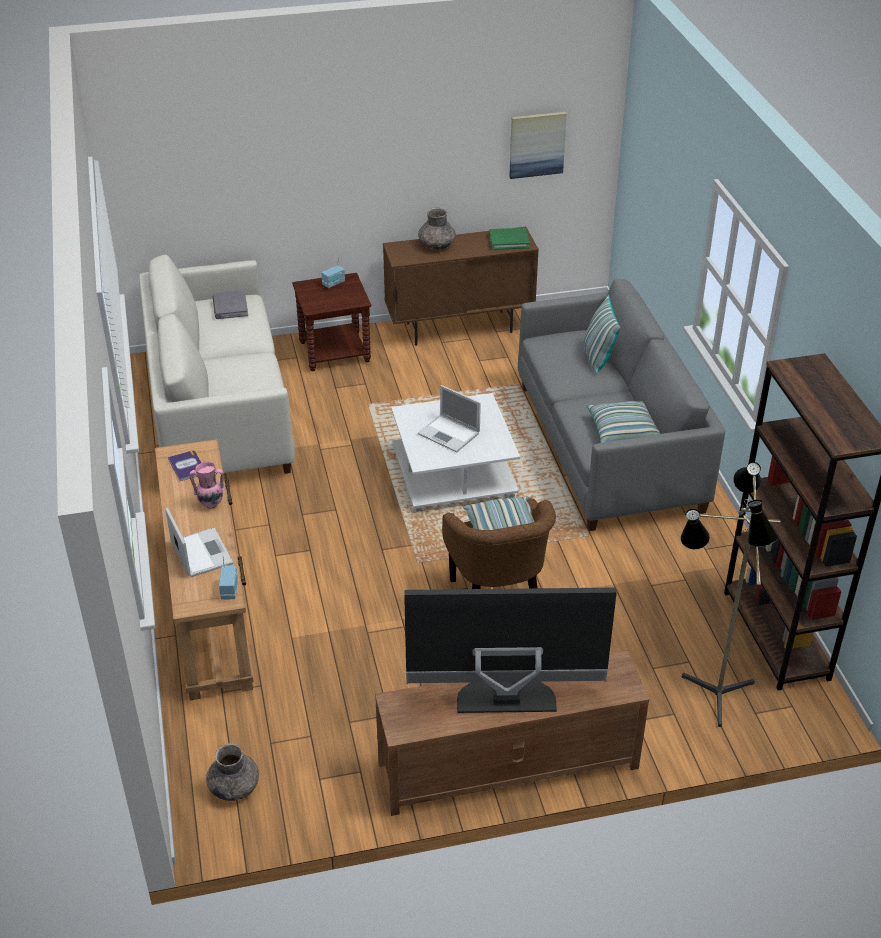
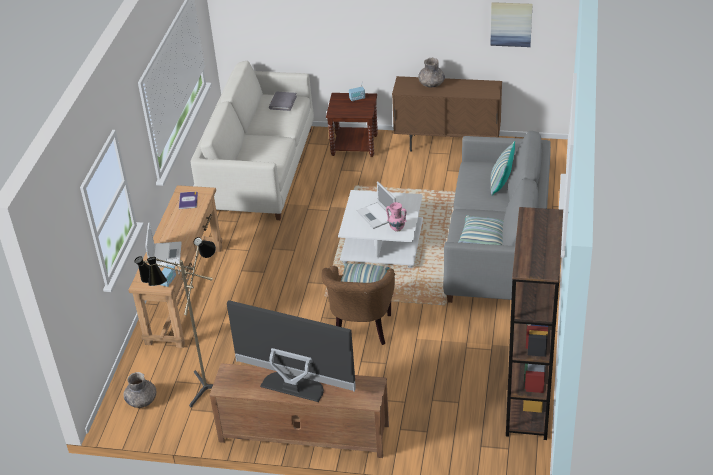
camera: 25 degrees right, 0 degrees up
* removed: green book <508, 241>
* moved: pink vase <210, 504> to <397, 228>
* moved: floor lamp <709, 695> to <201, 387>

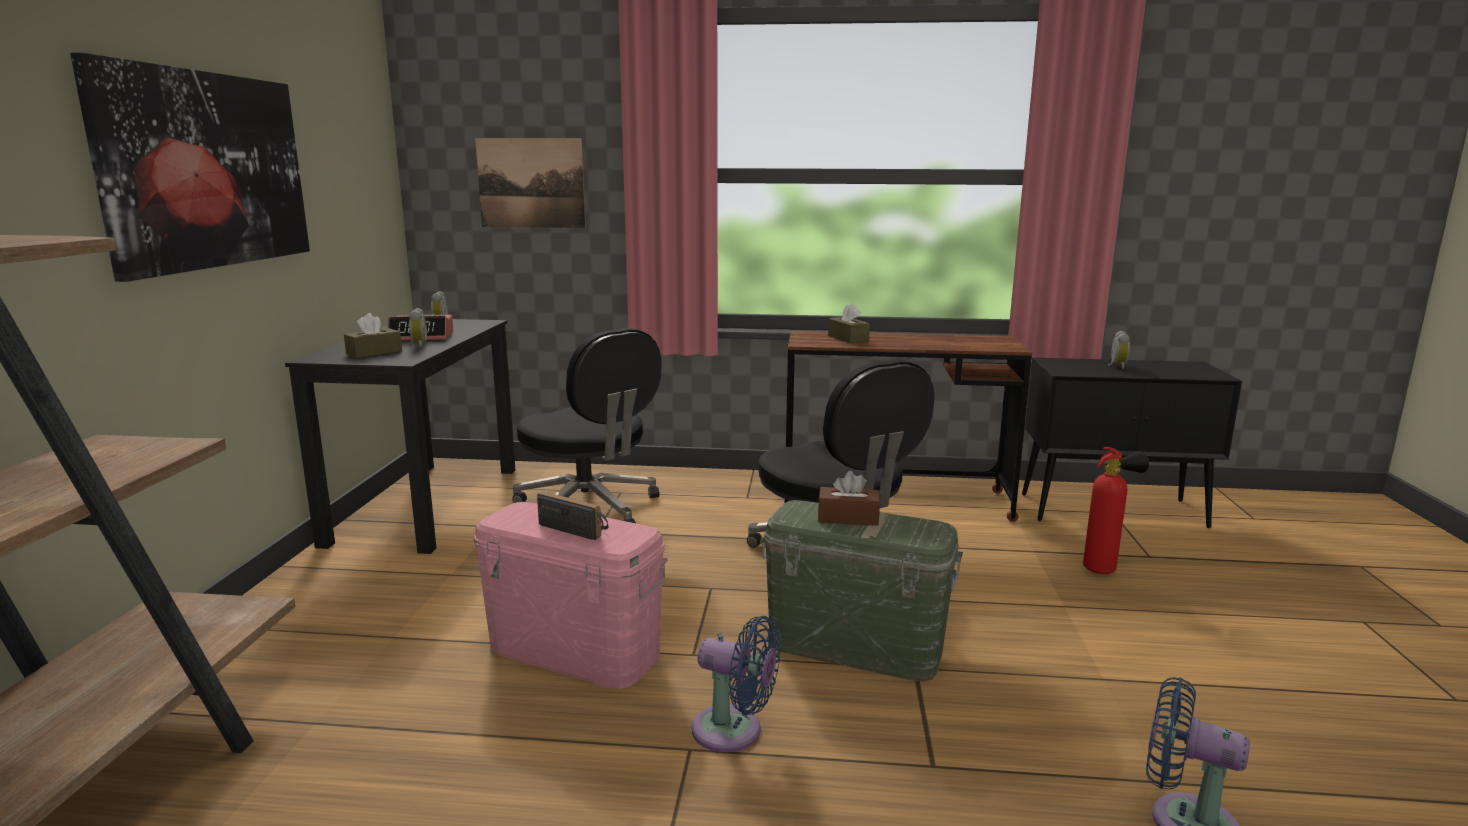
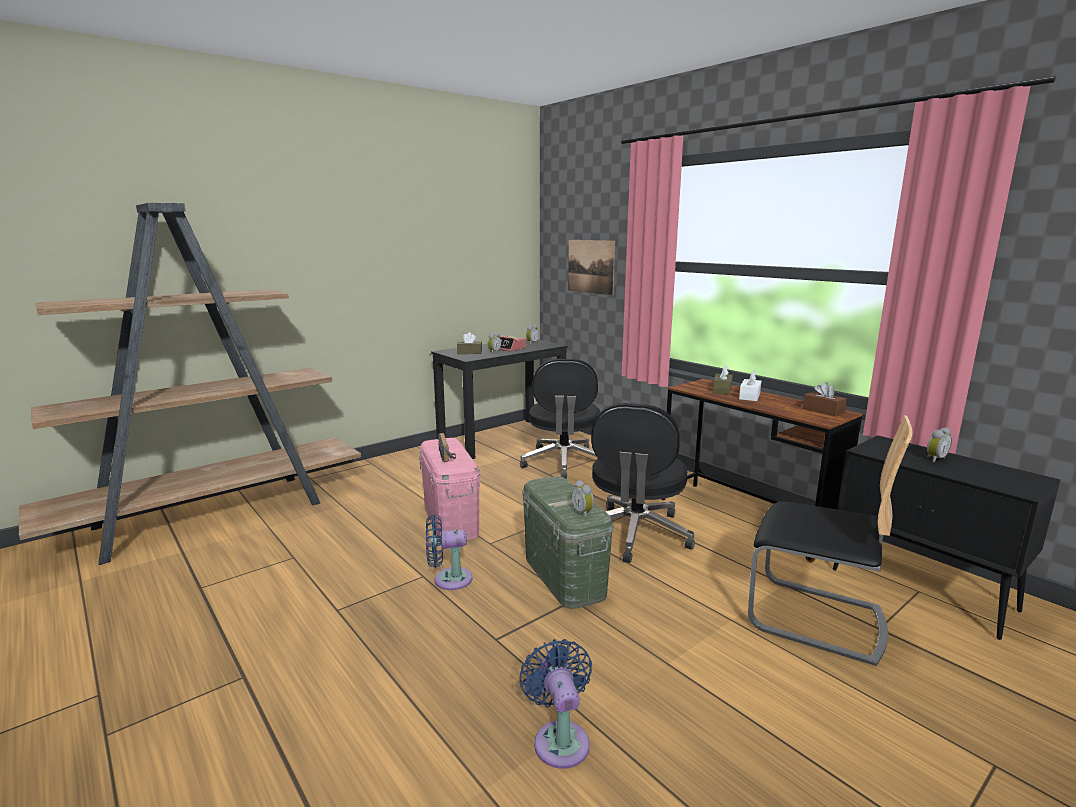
camera: 45 degrees right, 0 degrees up
* removed: picture <206, 170>
* added: alarm clock <583, 513>
* added: white tissue box <749, 396>
* moved: brown tissue box <848, 518> to <823, 410>
* replaced: fire extinguisher <1105, 570> to chair <815, 618>
* turned: blue fan <734, 732> = <448, 579> 105 degrees clockwise

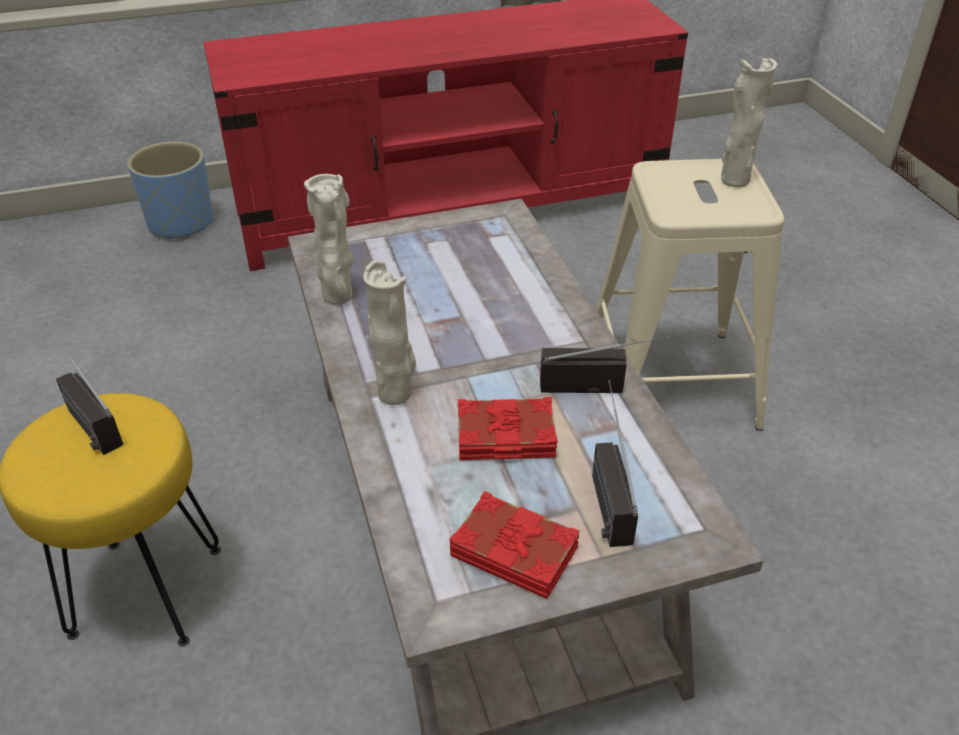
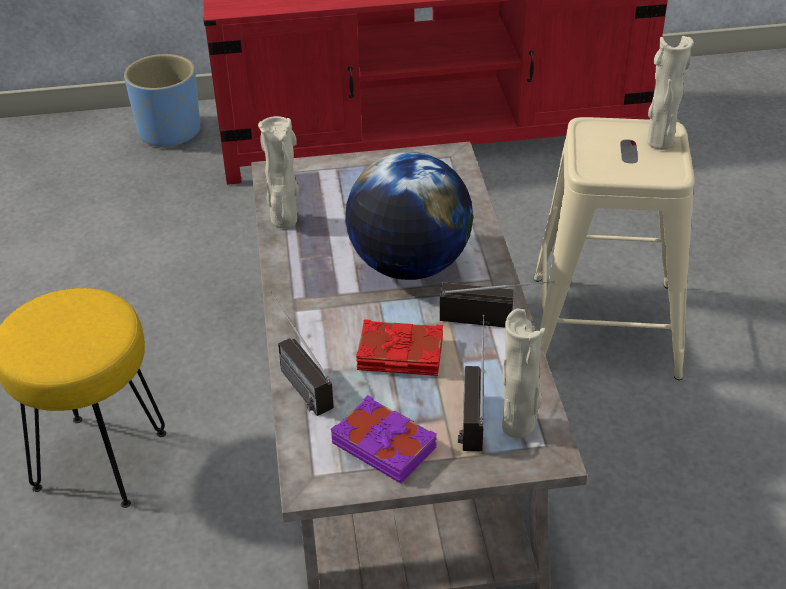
camera: 10 degrees right, 0 degrees up
* added: globe <409, 265>
* moved: radio <83, 416> to <294, 378>
* moved: beige vase <396, 393> to <519, 426>
* recoloured: red book <514, 550> to purple book <384, 445>

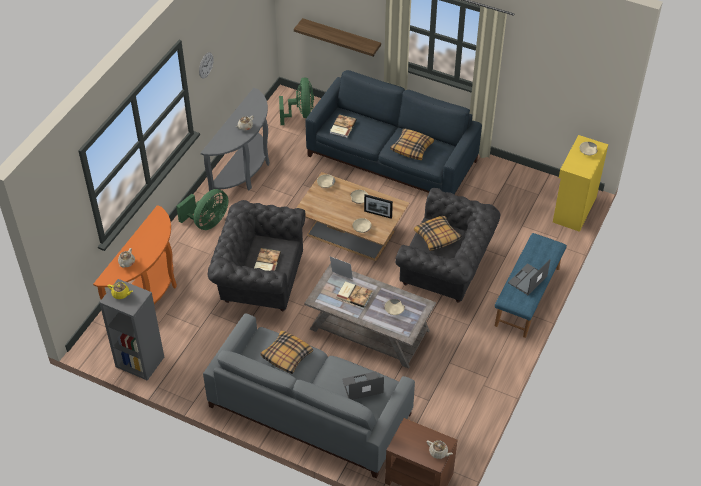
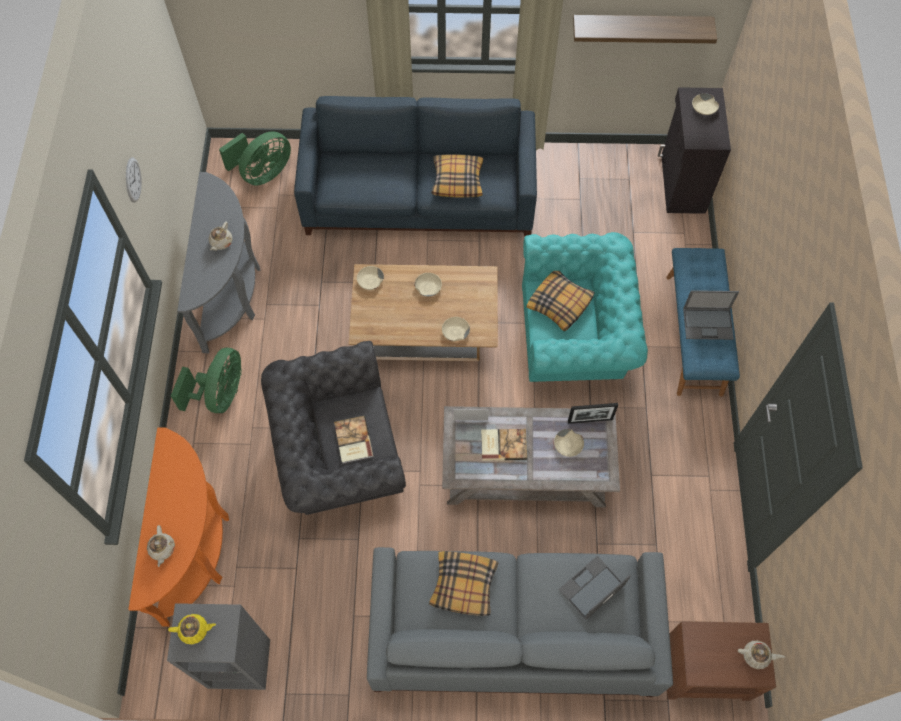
camera: 25 degrees left, 15 degrees up
* removed: book <342, 127>
* moved: shelf <341, 38> to <641, 27>
* moved: picture frame <378, 214> to <590, 420>
* recoloured: grey armchair <446, 269> to turquoise armchair <575, 336>
* recoloured: yellow cabinet <573, 209> to black cabinet <681, 184>
* turned: green fan <300, 114> = <263, 173> 75 degrees clockwise
* turned: laptop <527, 280> = <708, 323> 105 degrees counterclockwise

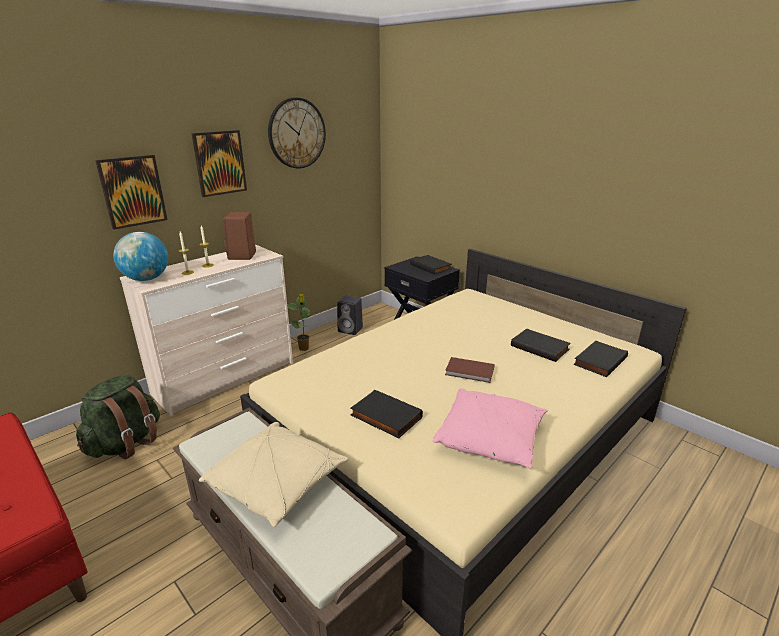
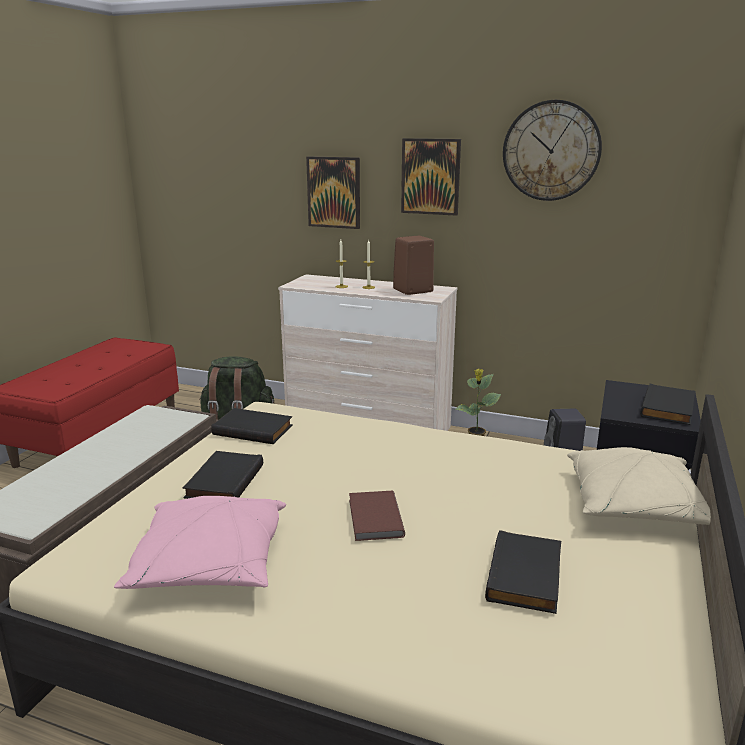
camera: 65 degrees right, 5 degrees down
* removed: globe <146, 279>
* moved: beige pillow <278, 483> to <634, 506>
* moved: black book <599, 361> to <254, 429>

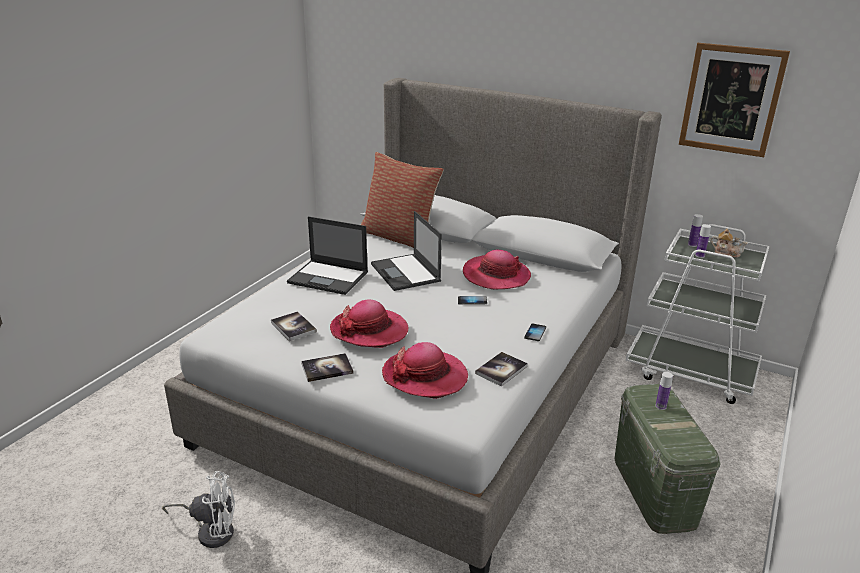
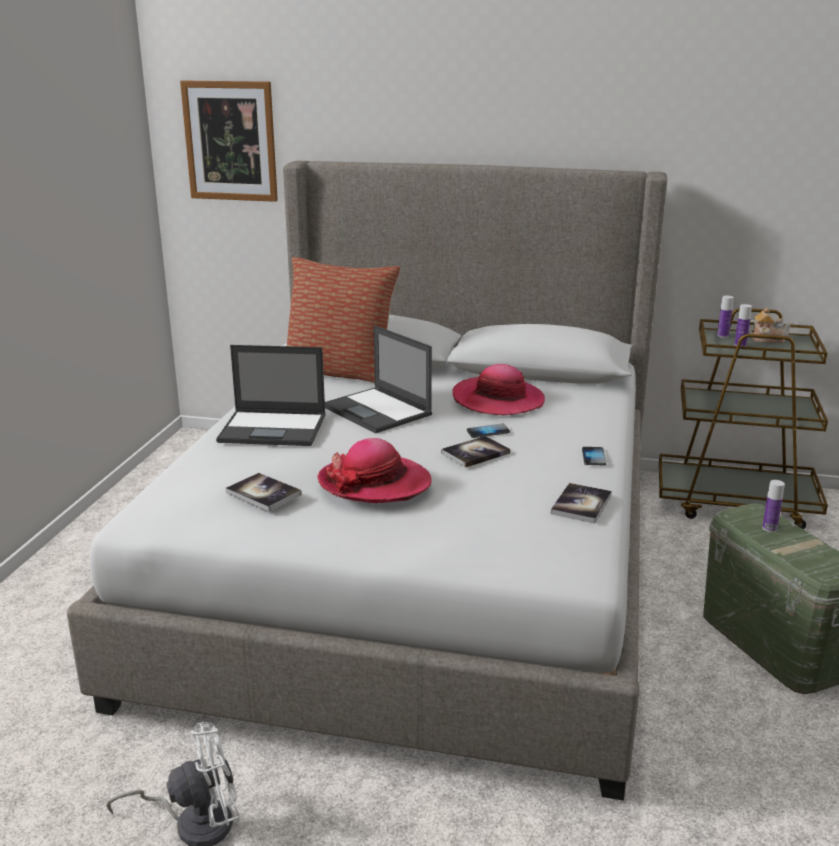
camera: 15 degrees left, 5 degrees down
* removed: hat <425, 376>
* moved: book <327, 368> to <475, 453>
* moved: picture <731, 100> to <230, 141>
* recoloured: white cart <691, 373> to brown cart <736, 503>

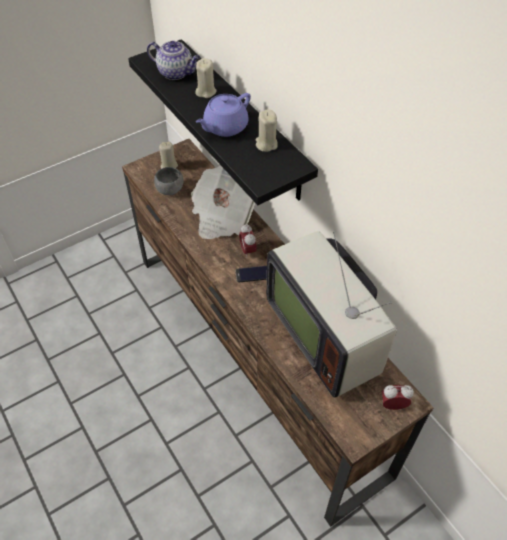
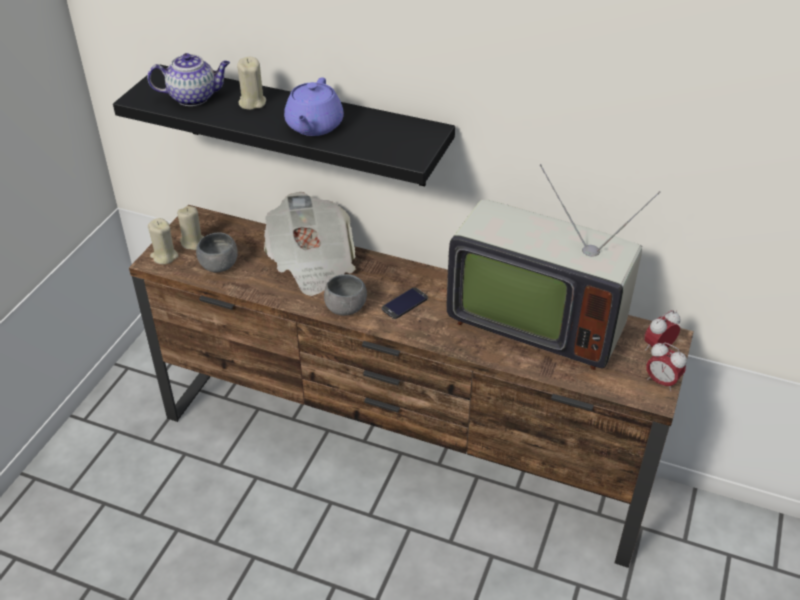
camera: 35 degrees left, 10 degrees down
* added: grey bowl <346, 308>
* moved: alarm clock <247, 251> to <661, 382>
* moved: beige candle <266, 144> to <164, 256>

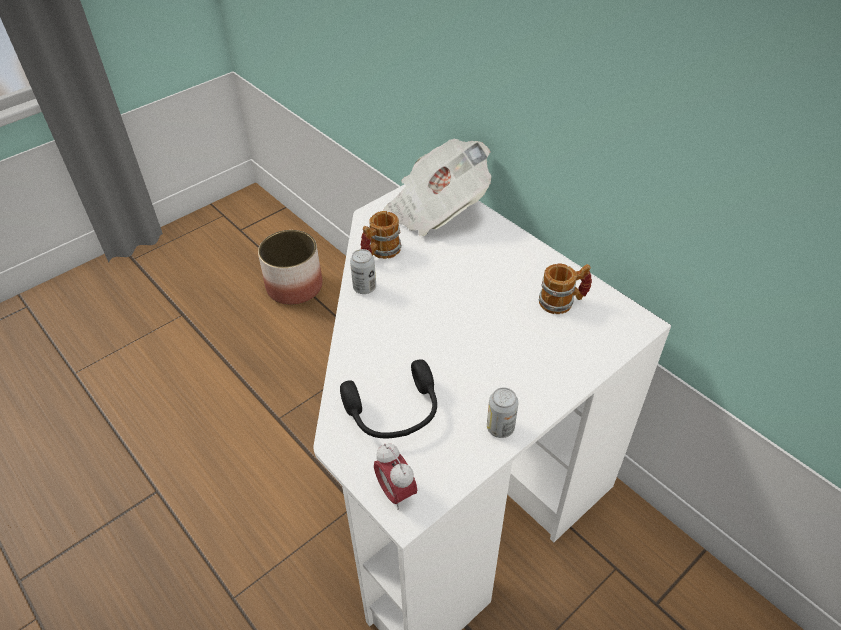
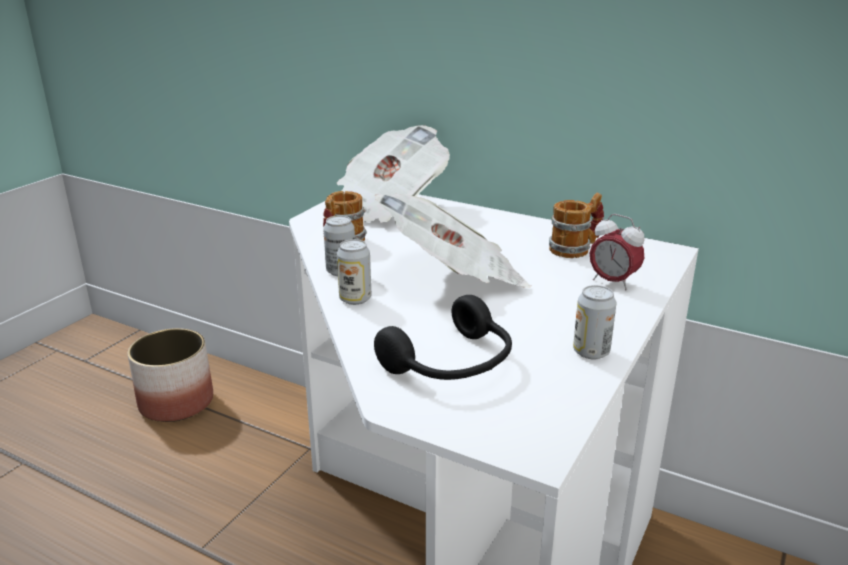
camera: 20 degrees left, 20 degrees down
* added: can <355, 299>
* added: newspaper <454, 277>
* moved: alarm clock <396, 492> to <613, 282>

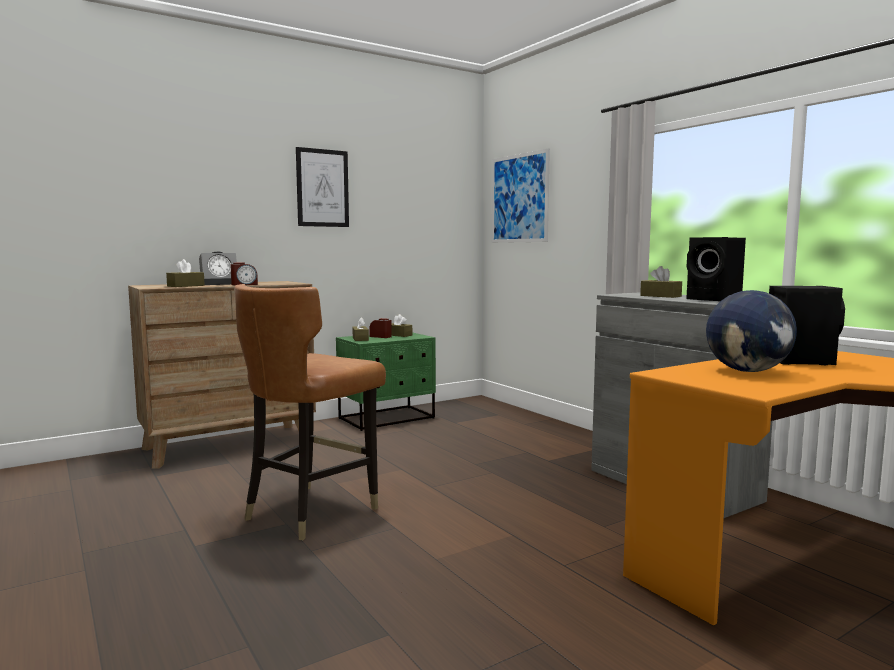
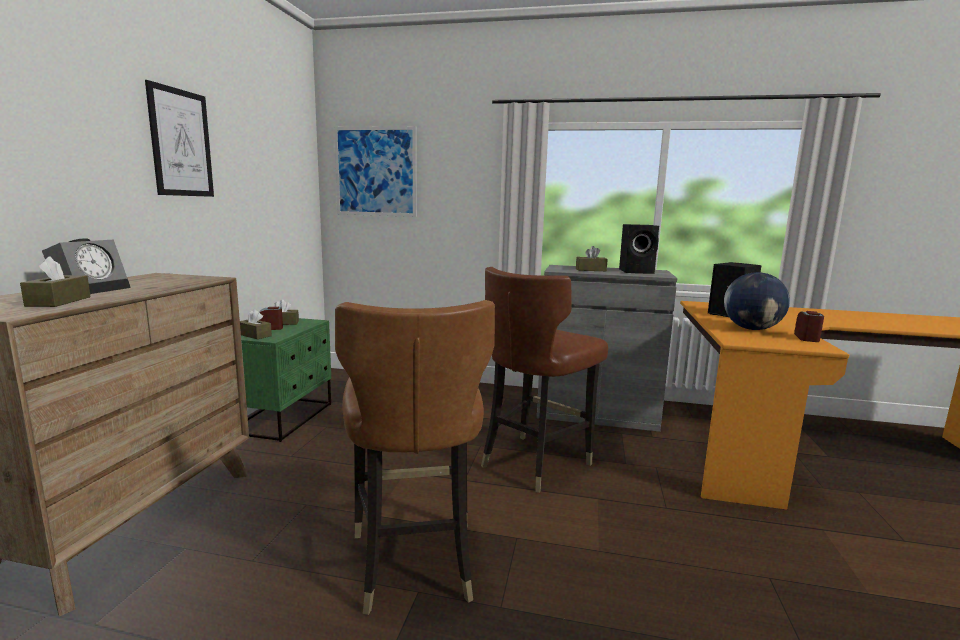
camera: 45 degrees left, 5 degrees up
* added: brown chair <534, 462>
* moved: alarm clock <244, 284> to <807, 338>

